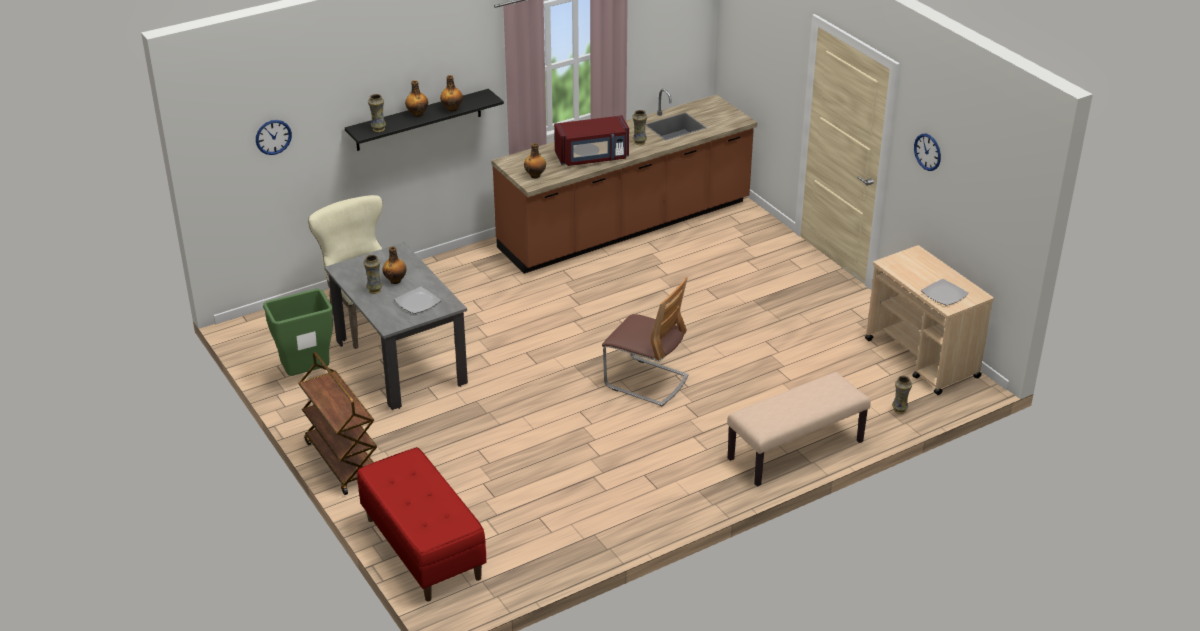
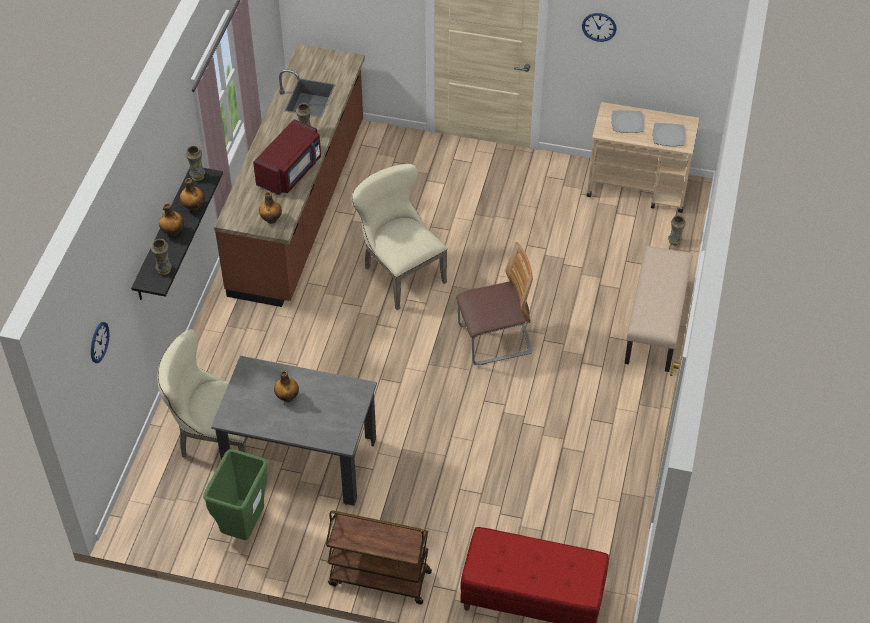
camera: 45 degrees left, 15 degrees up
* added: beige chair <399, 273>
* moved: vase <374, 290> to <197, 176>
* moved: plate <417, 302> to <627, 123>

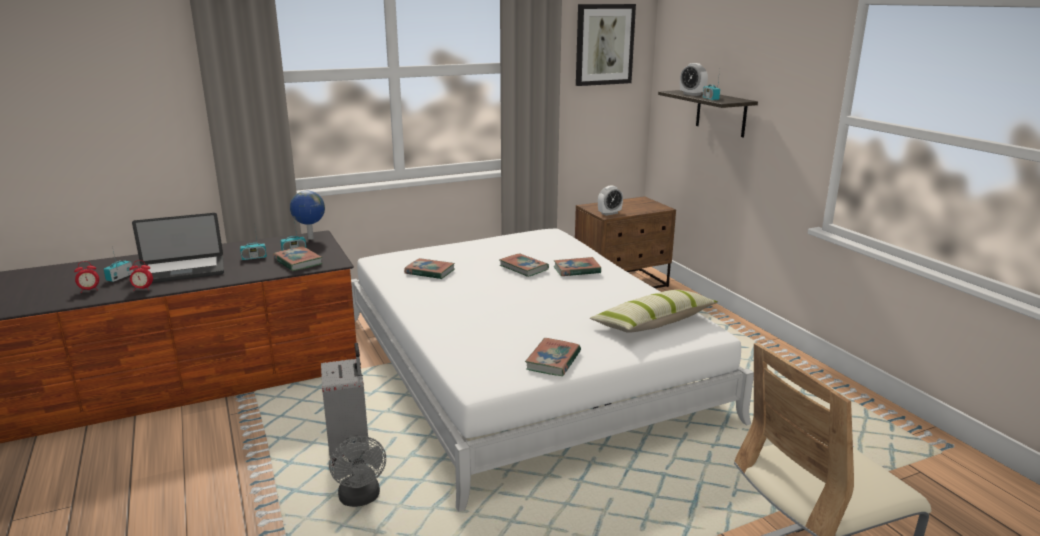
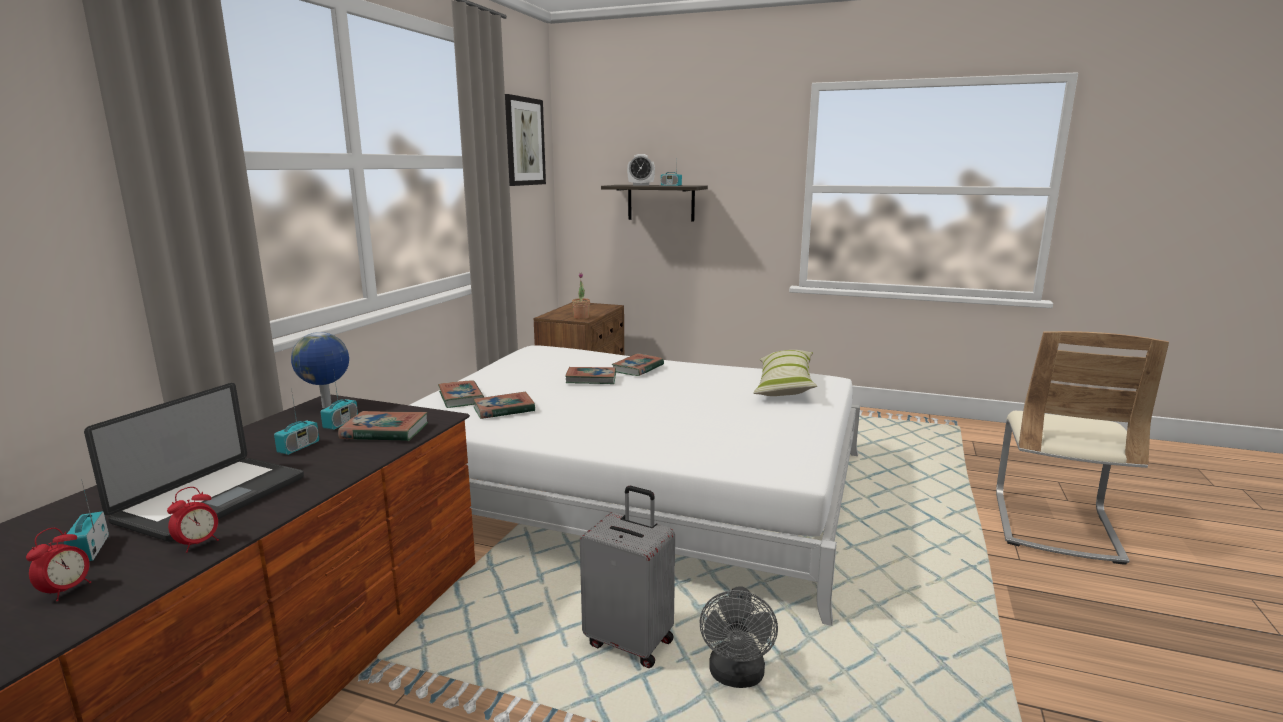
camera: 45 degrees left, 5 degrees down
* moved: book <553, 361> to <461, 397>
* replaced: alarm clock <609, 213> to potted plant <581, 317>
* turned: grey fan <360, 499> = <736, 677> 75 degrees clockwise

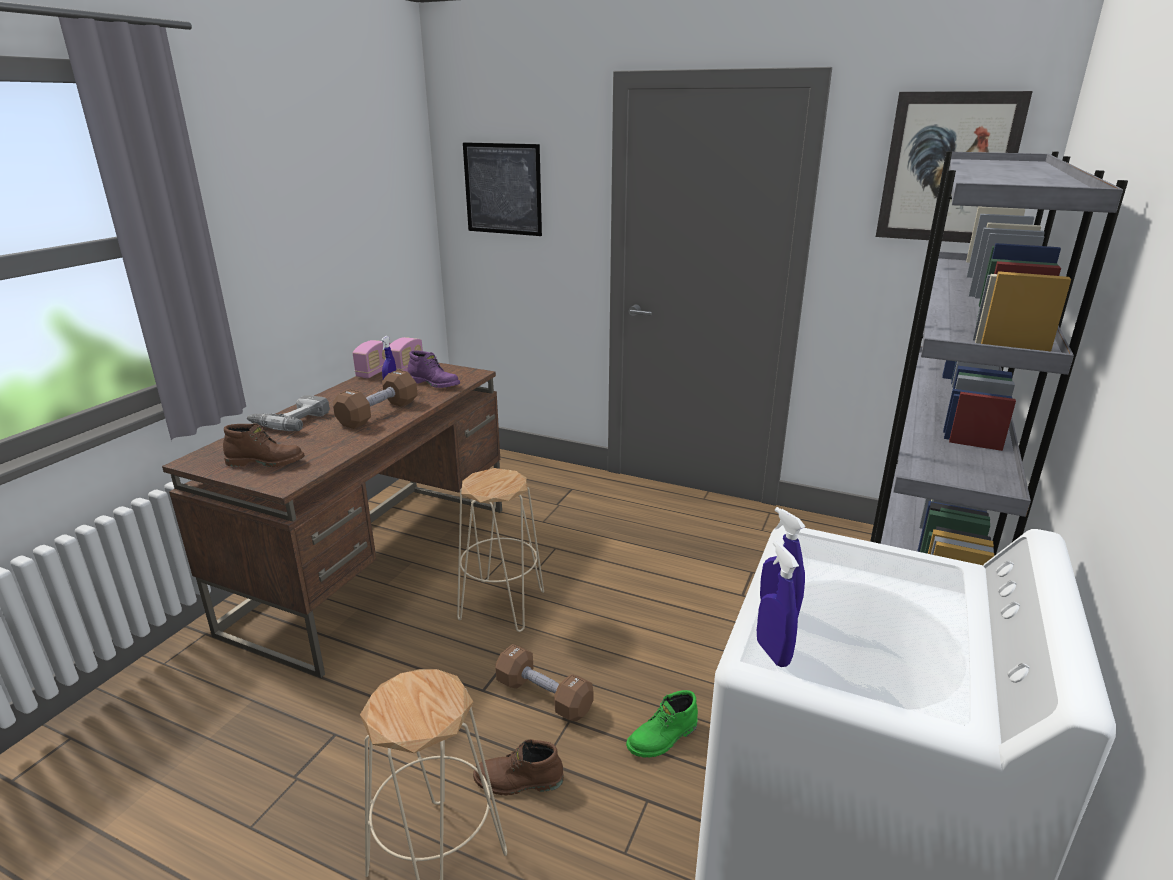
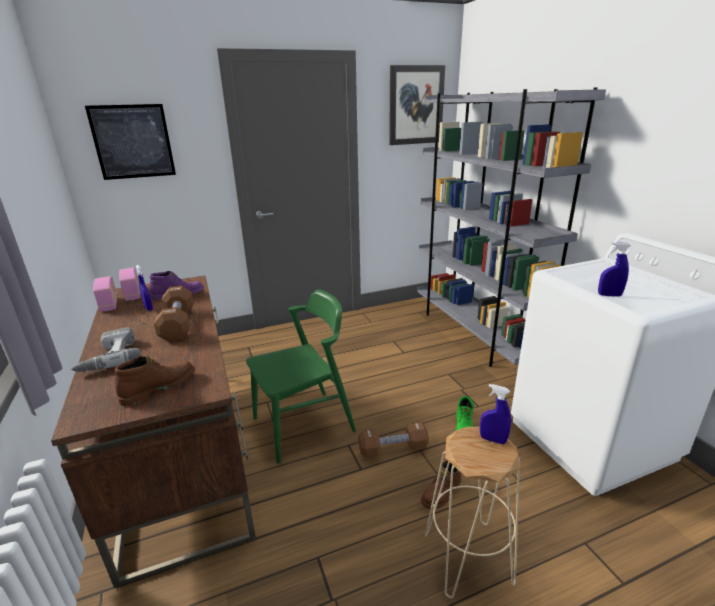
camera: 45 degrees left, 0 degrees up
* moved: blue spray bottle <772, 653> to <492, 439>
* replaced: beige stool <501, 606> to green chair <304, 424>

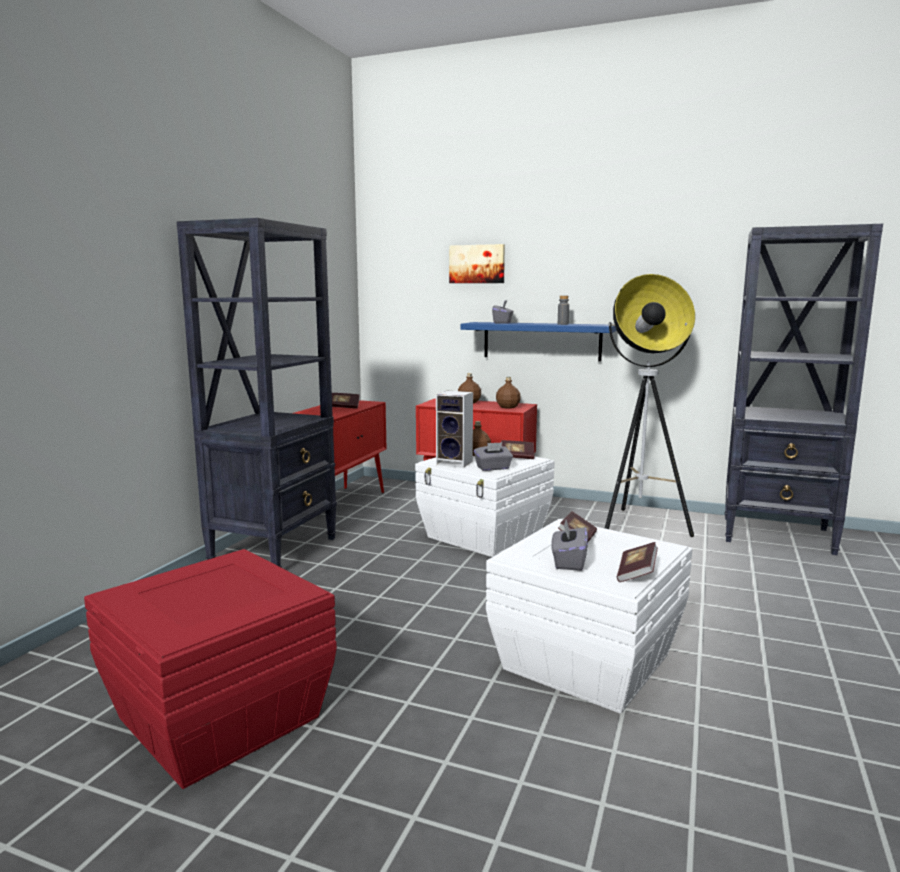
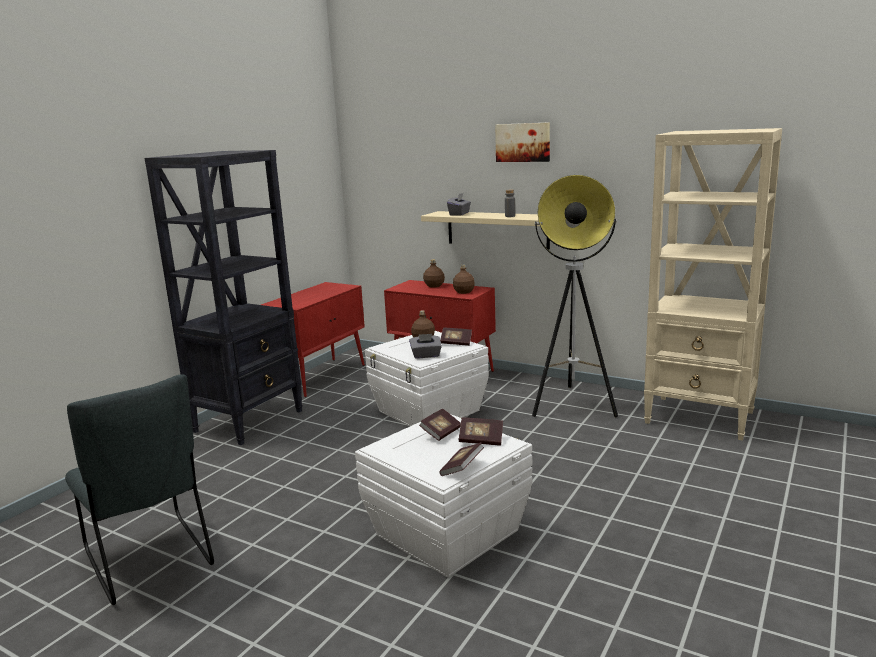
camera: 10 degrees right, 5 degrees up
* removed: speaker <456, 463>
* removed: grey tissue box <568, 562>
* moved: book <344, 407> to <481, 440>
* moved: picture <477, 264> to <523, 142>
* replaced: red storage box <217, 717> to grey chair <151, 561>
* recoloured: blue shelf <541, 341> to beige shelf <497, 229>
* recoloured: black bookcase <778, 535> to beige bookcase <700, 418>

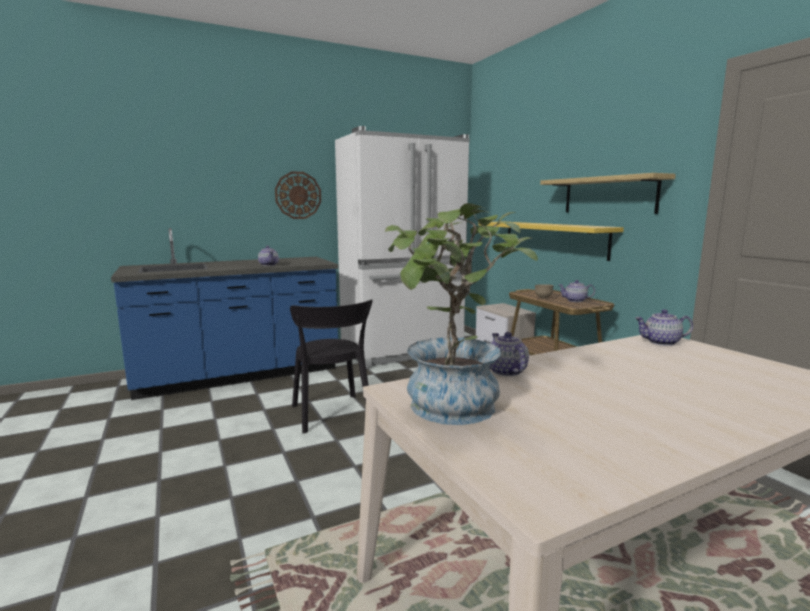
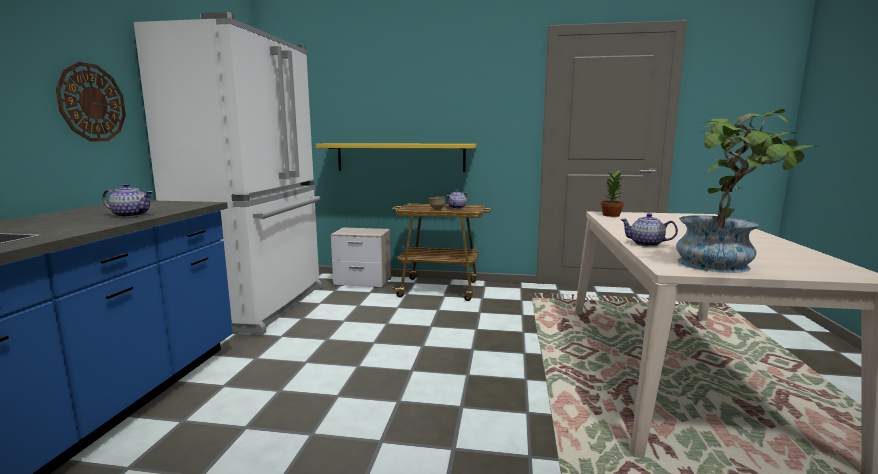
camera: 55 degrees left, 0 degrees up
* removed: black chair <332, 415>
* removed: shelf <609, 195>
* replaced: teapot <661, 342> to potted plant <611, 215>

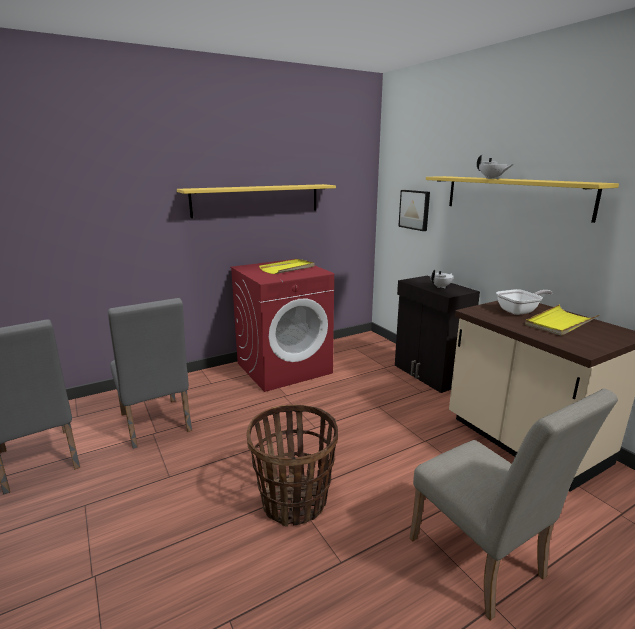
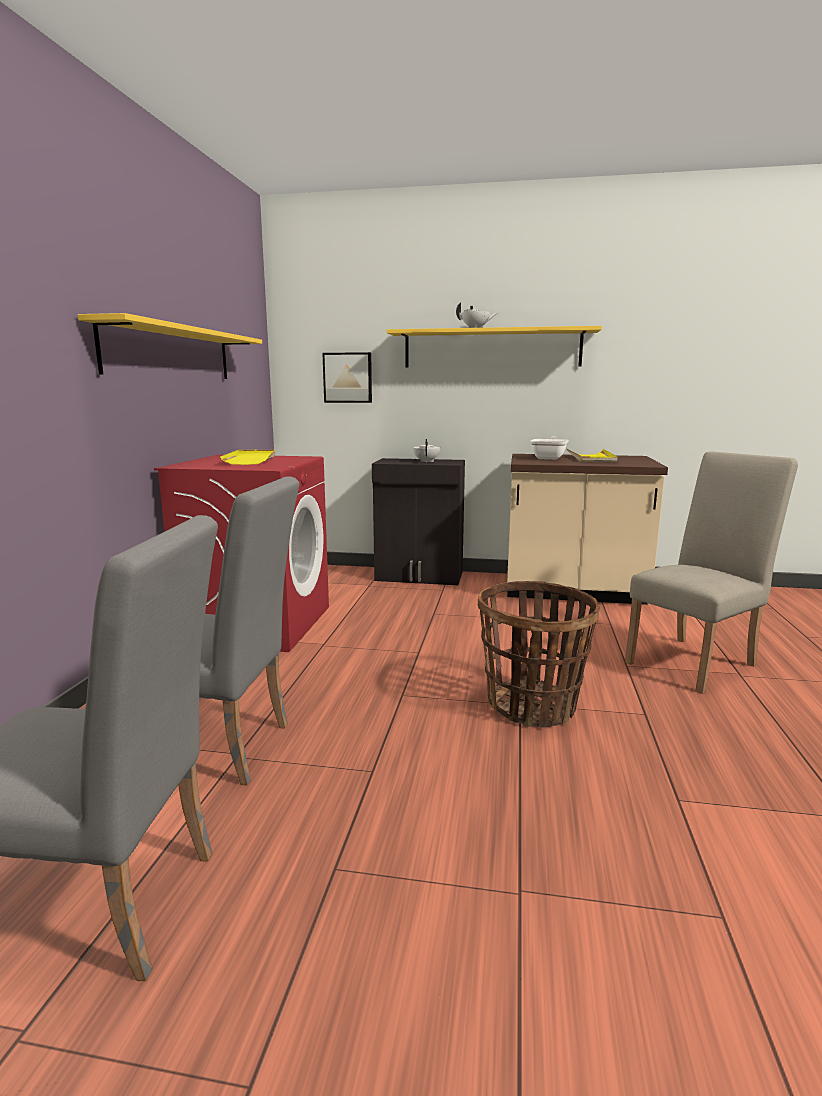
camera: 50 degrees left, 5 degrees down
* turned: beige chair <482, 565> = <697, 661> 45 degrees counterclockwise

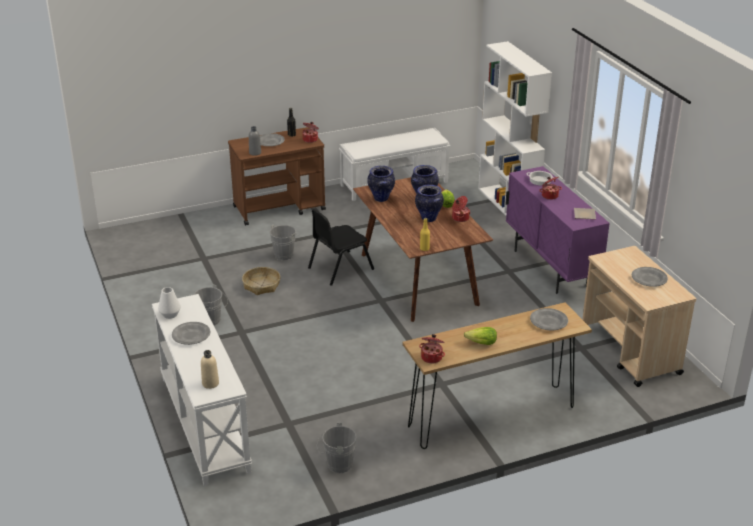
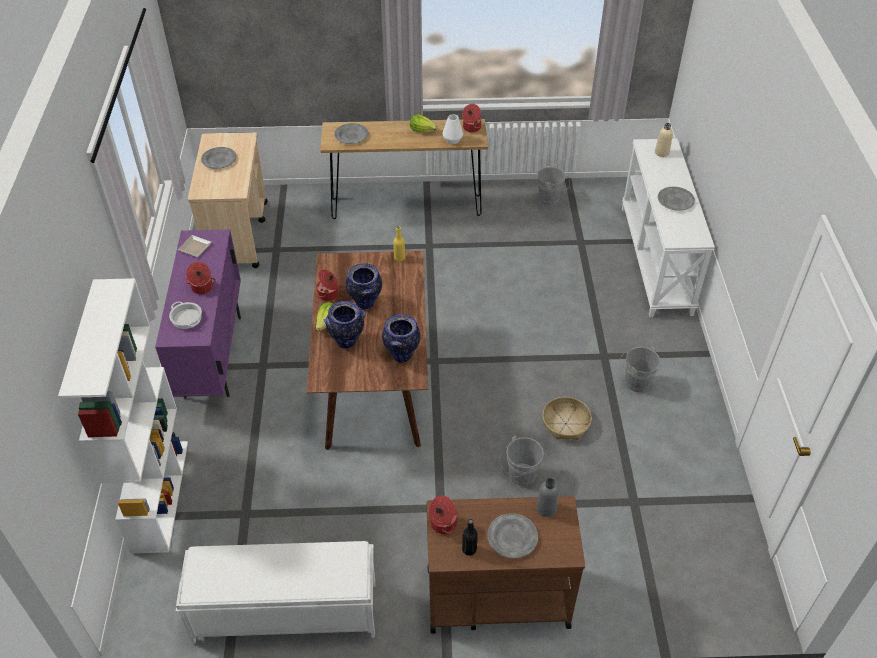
camera: 160 degrees left, 15 degrees up
* removed: black chair <340, 268>
* moved: white vase <170, 314> to <452, 140>

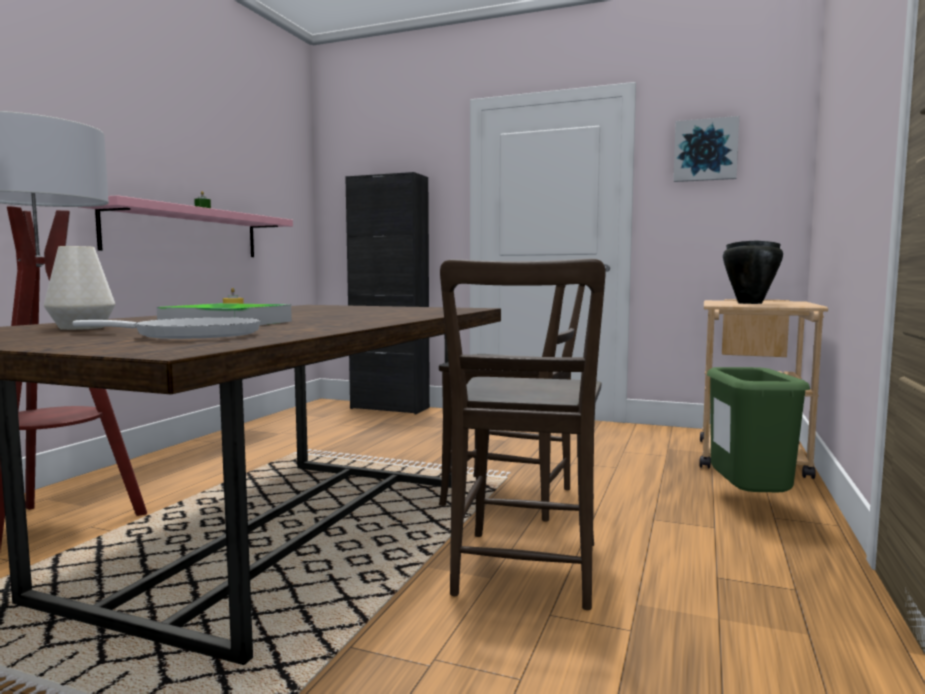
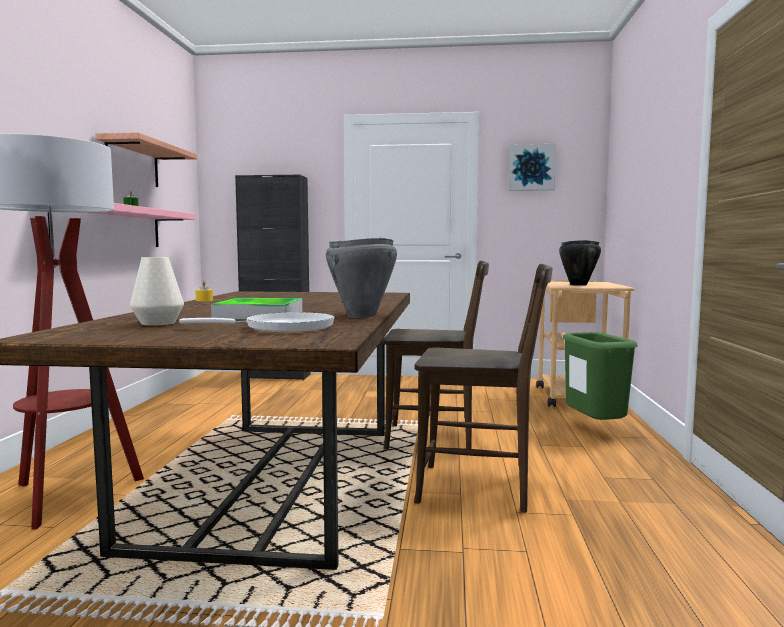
camera: 15 degrees left, 0 degrees up
* added: shelf <132, 163>
* added: grey cooking pot <361, 316>
* turned: brown chair <525, 573> = <481, 488> 75 degrees counterclockwise

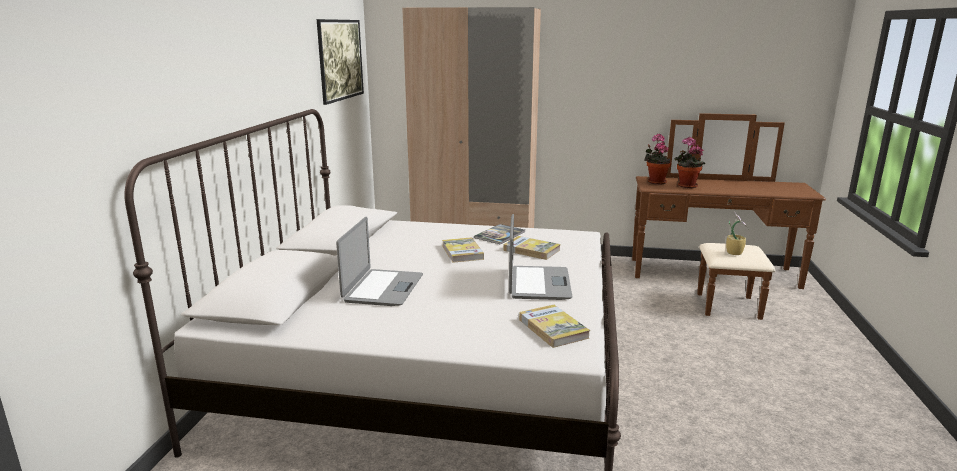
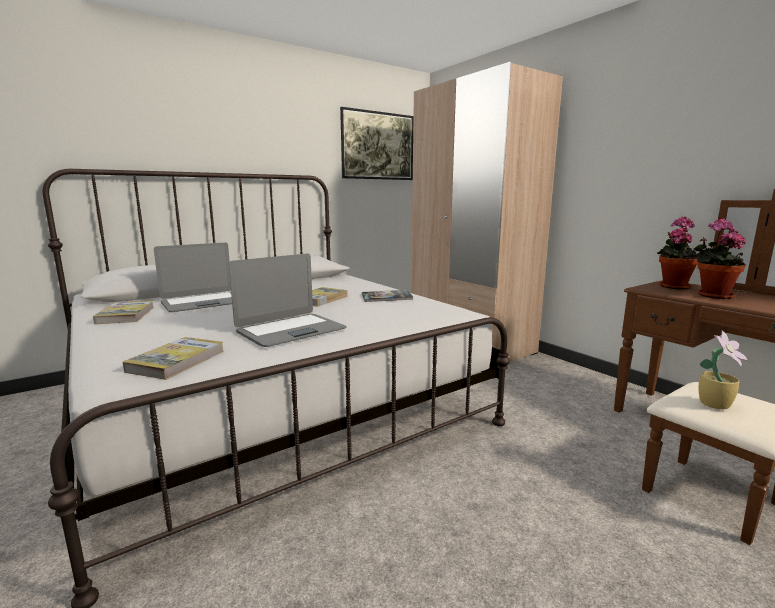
camera: 45 degrees right, 5 degrees down
* moved: book <531, 250> to <126, 315>

